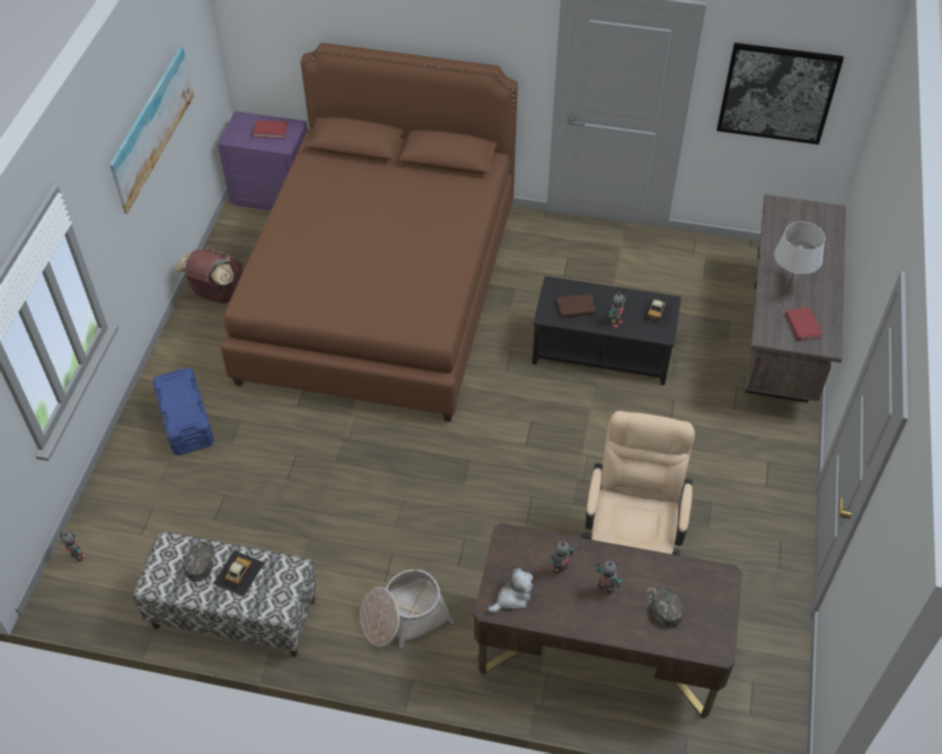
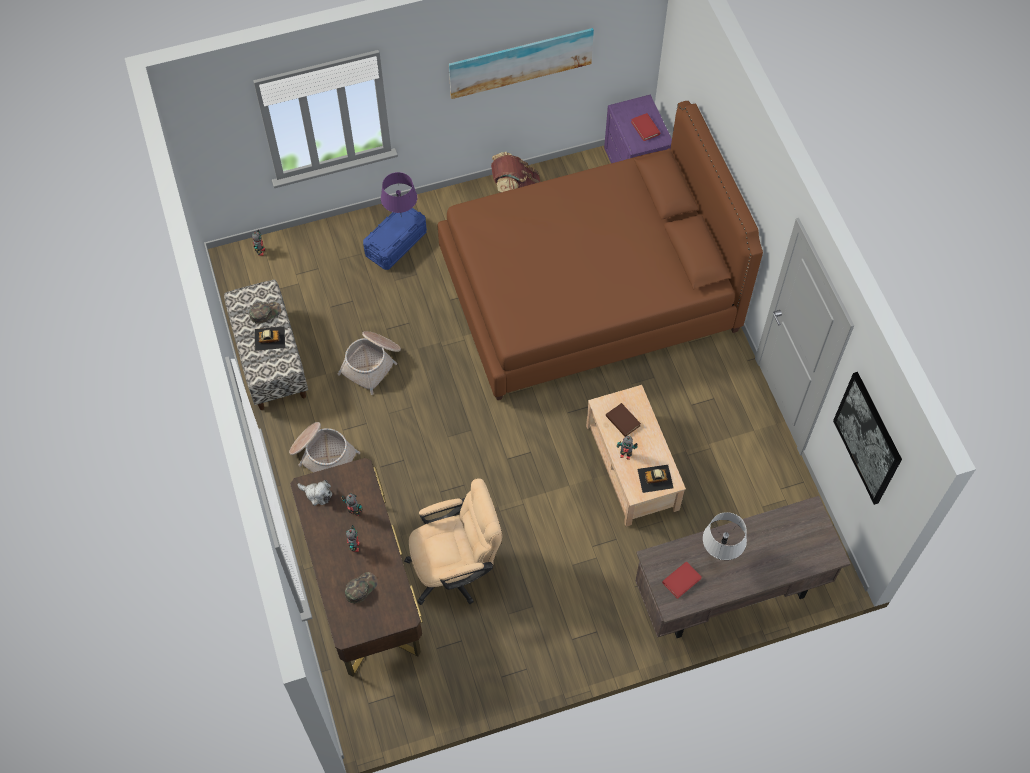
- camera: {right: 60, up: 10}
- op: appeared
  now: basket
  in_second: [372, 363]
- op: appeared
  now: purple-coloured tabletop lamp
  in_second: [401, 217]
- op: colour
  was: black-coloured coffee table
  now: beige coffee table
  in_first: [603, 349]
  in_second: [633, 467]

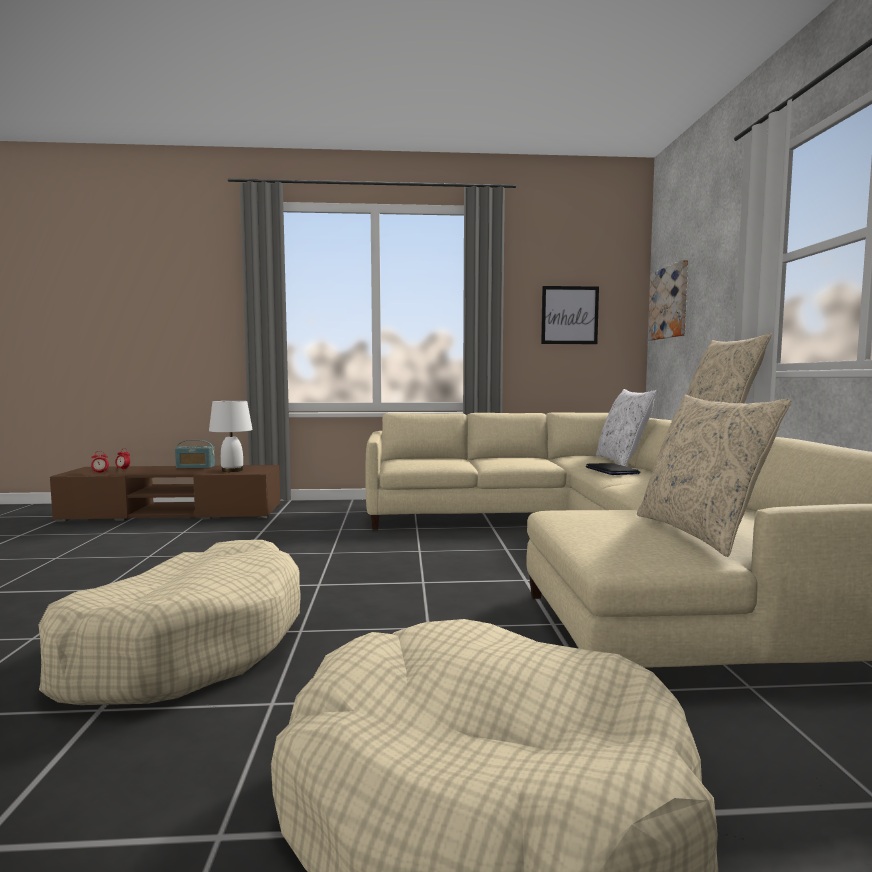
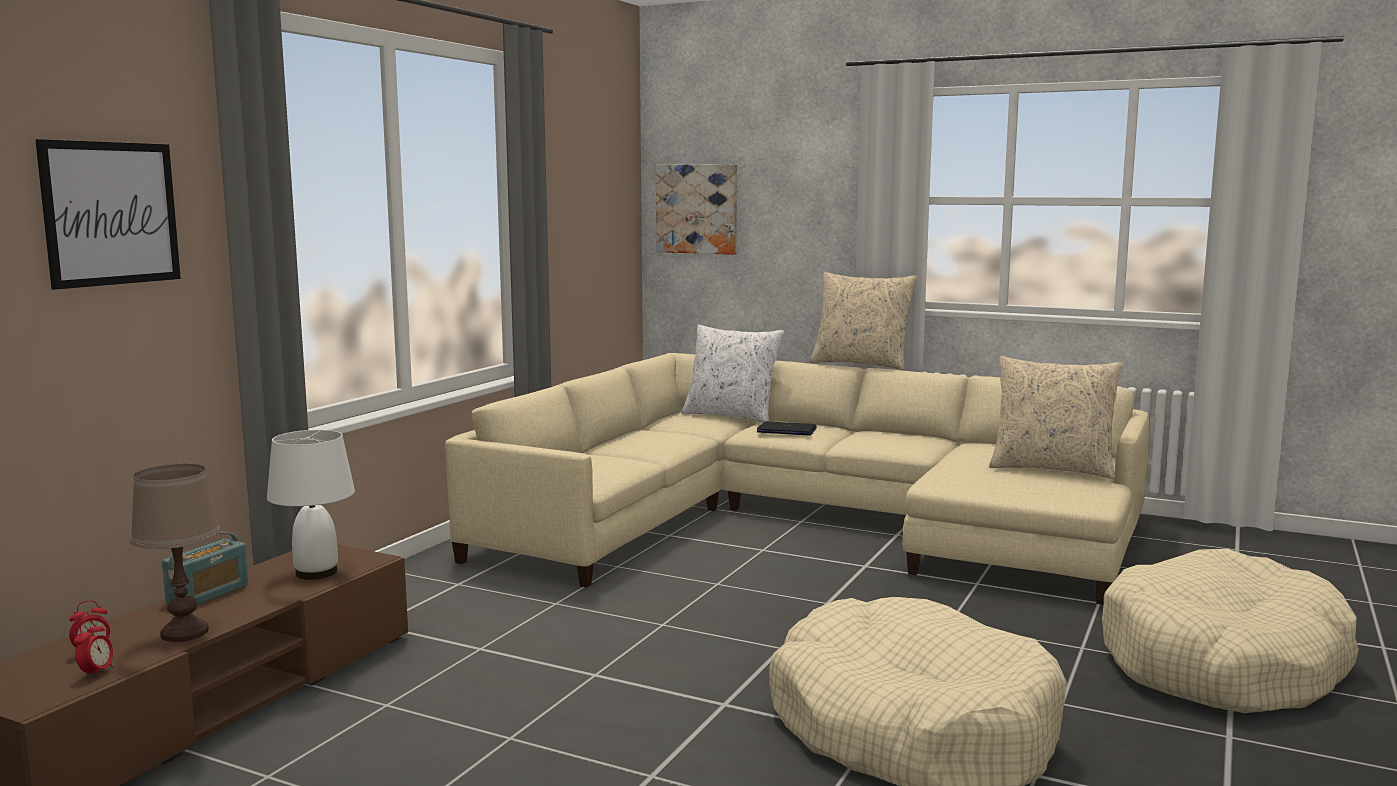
- camera: {right: -60, up: 5}
- op: appeared
  now: brownish tabletop lamp
  in_second: [184, 633]
- op: relocated
  was: wall art
  in_first: [569, 315]
  in_second: [111, 213]

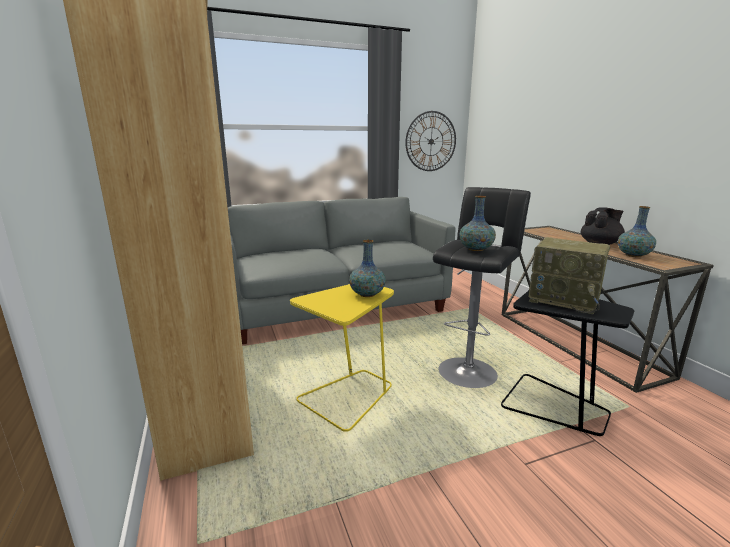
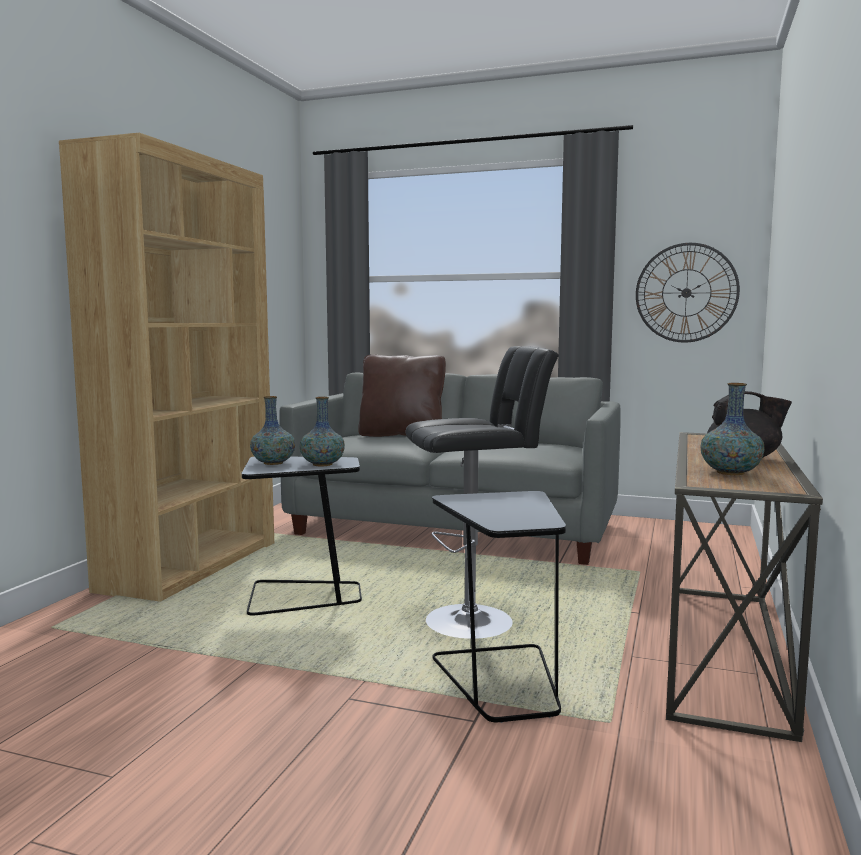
- camera: {right: 40, up: -10}
- op: missing
  was: radio receiver
  in_first: [565, 300]
- op: appeared
  now: brownish throw pillow
  in_second: [401, 435]
- op: relocated
  was: flower vase
  in_first: [476, 249]
  in_second: [273, 463]
- op: colour
  was: yellow accent table
  now: black-coloured accent table
  in_first: [348, 397]
  in_second: [302, 596]

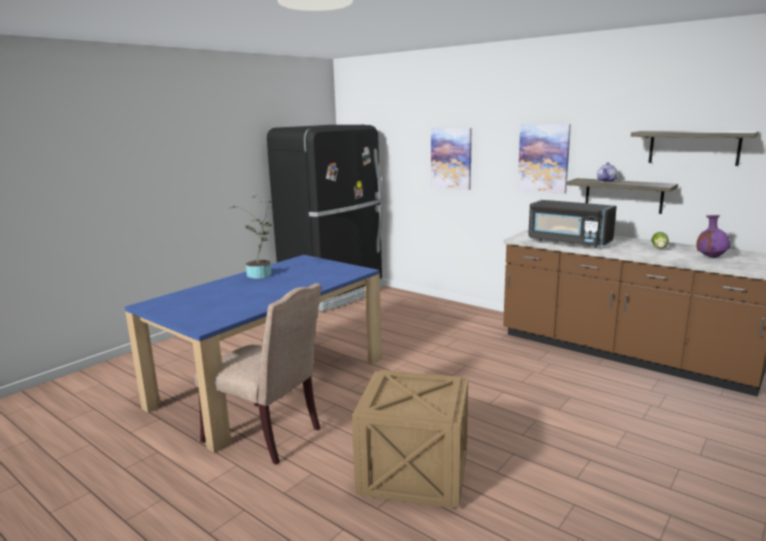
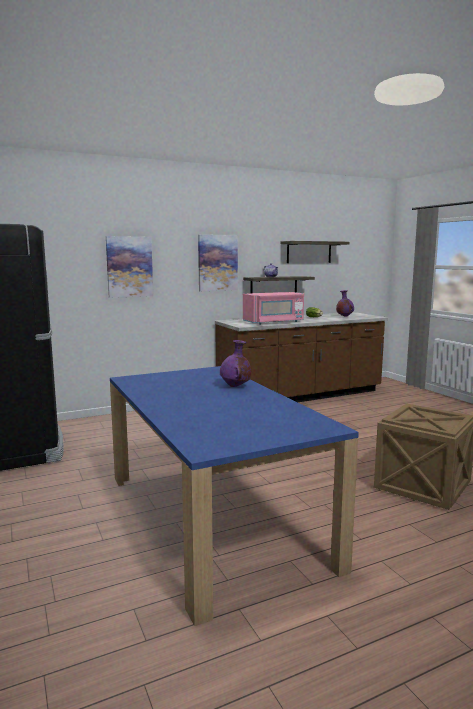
- camera: {right: -65, up: -5}
- op: missing
  was: beige chair
  in_first: [268, 435]
- op: missing
  was: potted plant
  in_first: [260, 275]
- op: appeared
  now: purple-coloured flower vase
  in_second: [235, 386]
- op: colour
  was: black-coloured kitchen microwave
  now: pink-coloured kitchen microwave
  in_first: [568, 242]
  in_second: [274, 322]

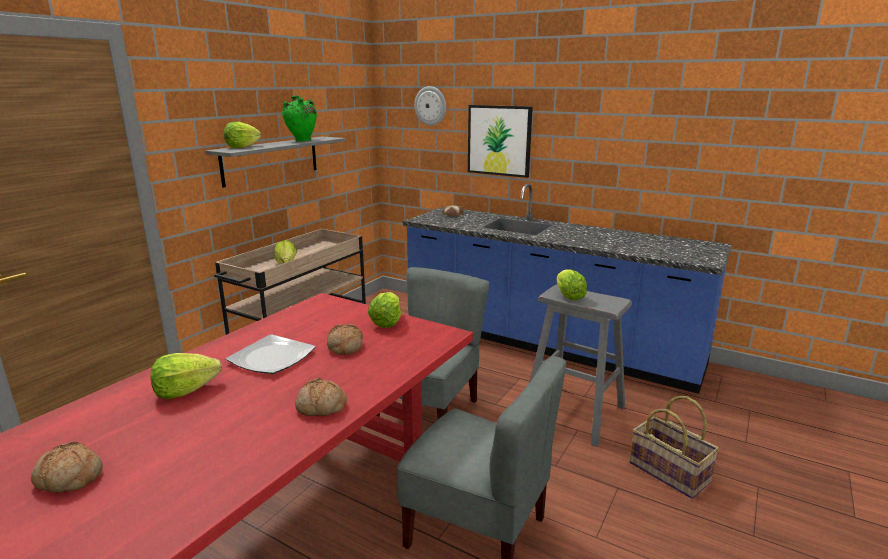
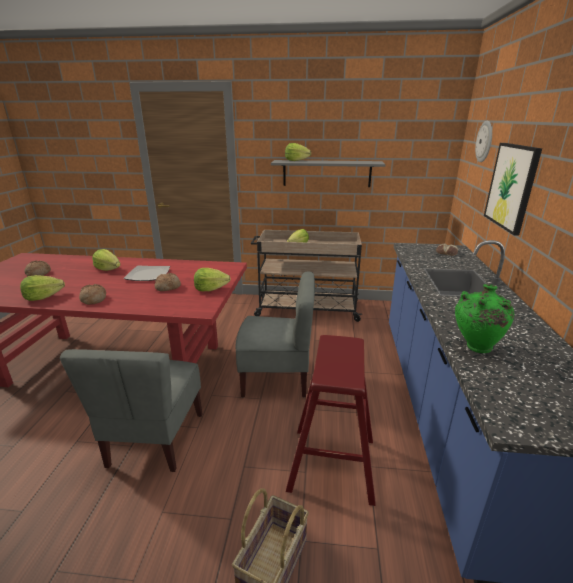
- camera: {right: 65, up: 5}
- op: relocated
  was: green flower vase
  in_first: [302, 141]
  in_second: [475, 348]
- op: relocated
  was: head of lettuce
  in_first: [568, 296]
  in_second: [43, 297]
- op: colour
  was: greyish stool seat
  now: red stool seat
  in_first: [574, 413]
  in_second: [332, 464]

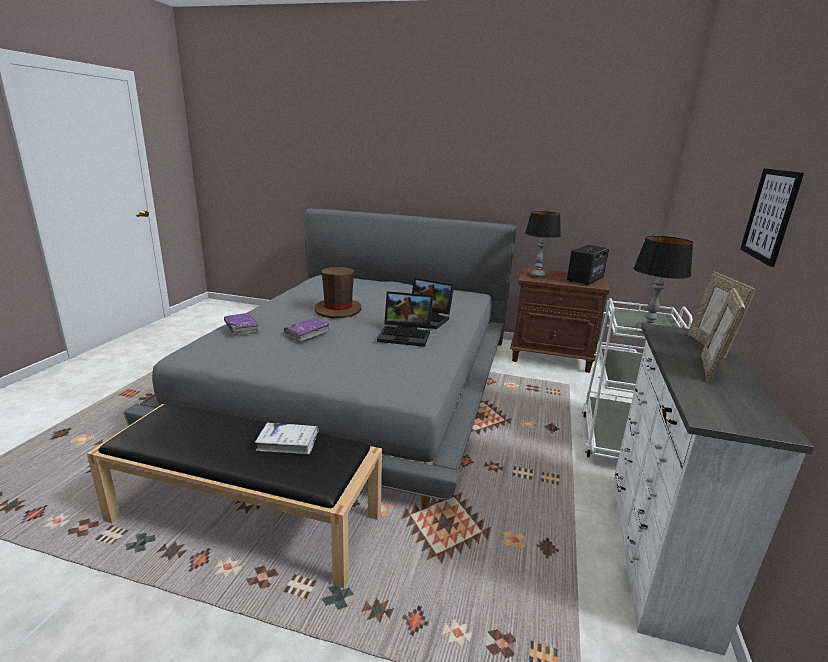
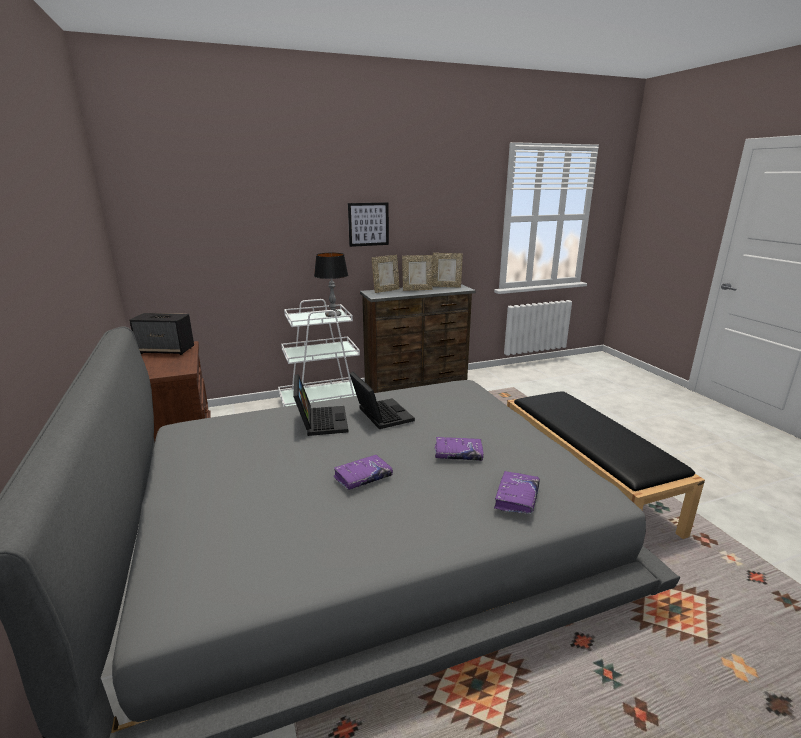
- camera: {right: -125, up: 0}
- op: missing
  was: white book
  in_first: [288, 443]
- op: missing
  was: tabletop lamp
  in_first: [537, 275]
- op: appeared
  now: picture frame
  in_second: [446, 286]
- op: exchanged
  was: brownish clothing hat
  now: purple-coloured book
  in_first: [338, 310]
  in_second: [363, 477]
- op: colour
  was: white dresser
  now: brownish dresser
  in_first: [654, 550]
  in_second: [417, 386]

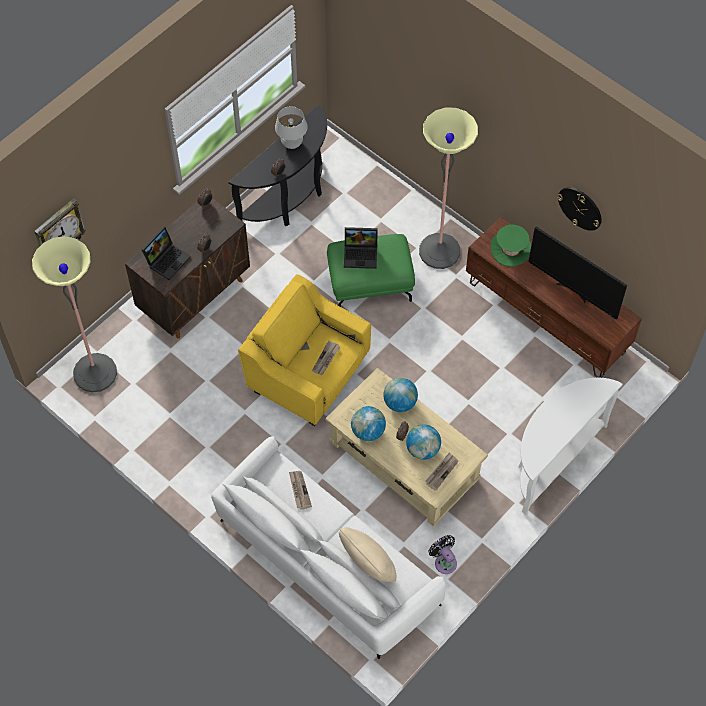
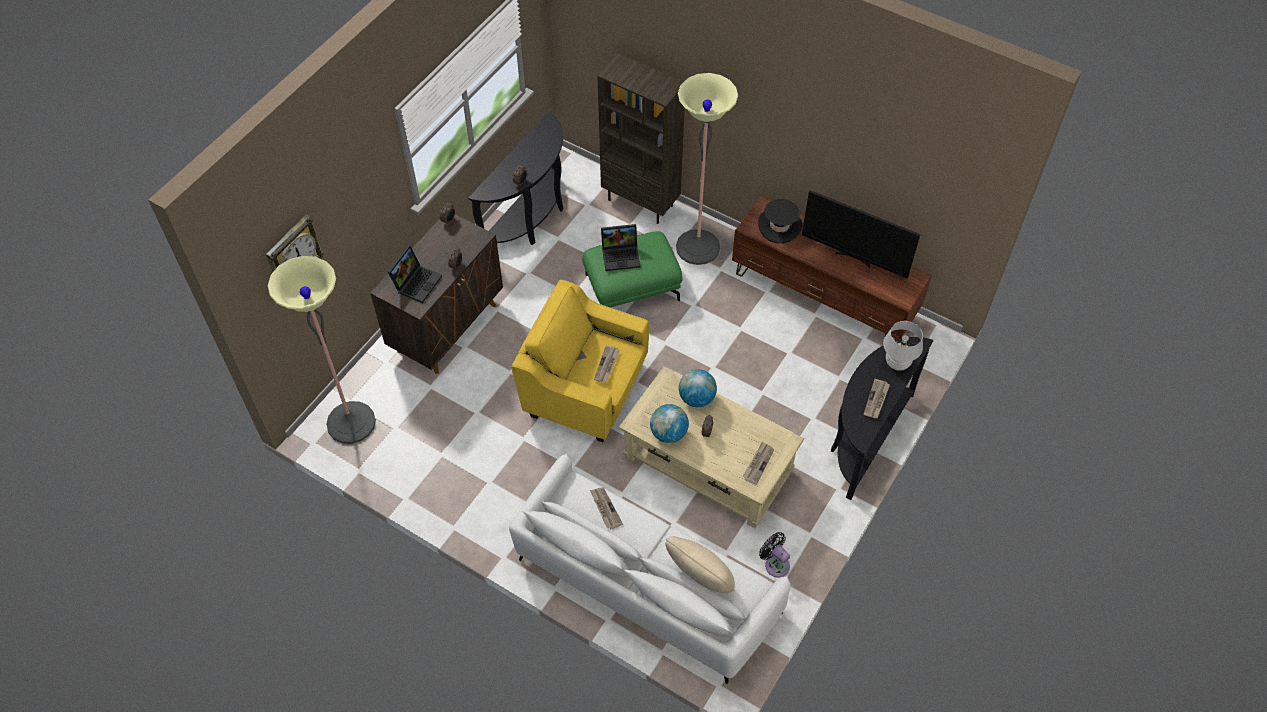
- camera: {right: -10, up: -5}
- op: missing
  was: world globe
  in_first: [423, 449]
- op: missing
  was: wall clock
  in_first: [580, 208]
- op: appeared
  now: brownish shelving unit
  in_second: [641, 202]
- op: appeared
  now: newspaper
  in_second: [876, 400]
- op: relocated
  was: white tabletop lamp
  in_first: [292, 143]
  in_second: [897, 363]
- op: colour
  was: green clothing hat
  now: black-coloured clothing hat
  in_first: [511, 249]
  in_second: [779, 226]
- op: colour
  was: white narrow table
  now: black-coloured narrow table
  in_first: [552, 459]
  in_second: [865, 437]

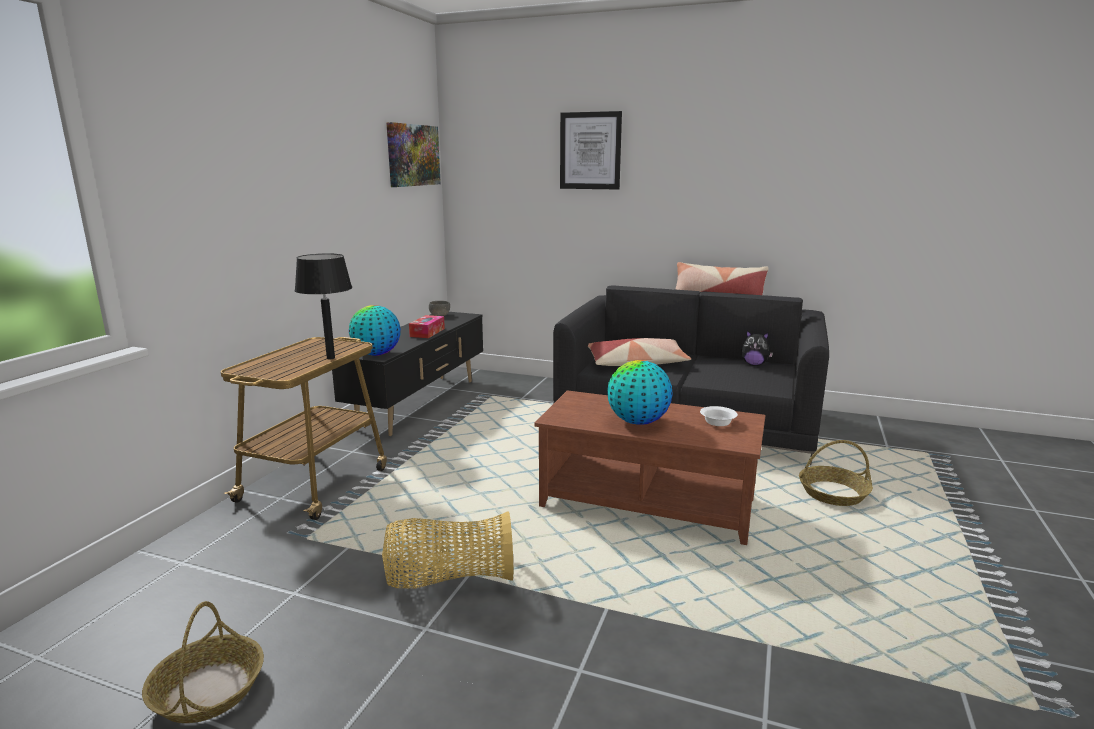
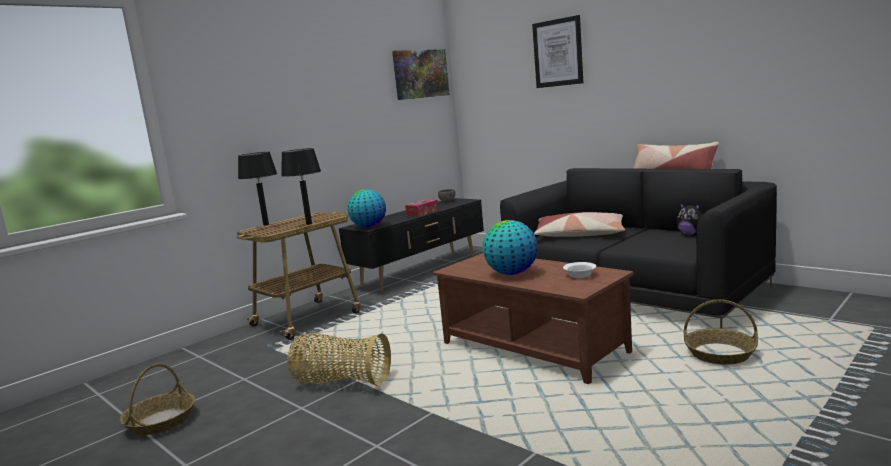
- camera: {right: 25, up: -5}
- op: appeared
  now: black-coloured tabletop lamp
  in_second: [266, 224]

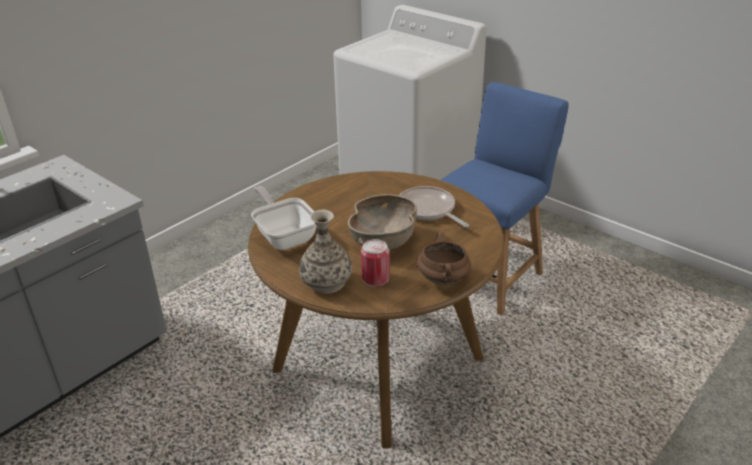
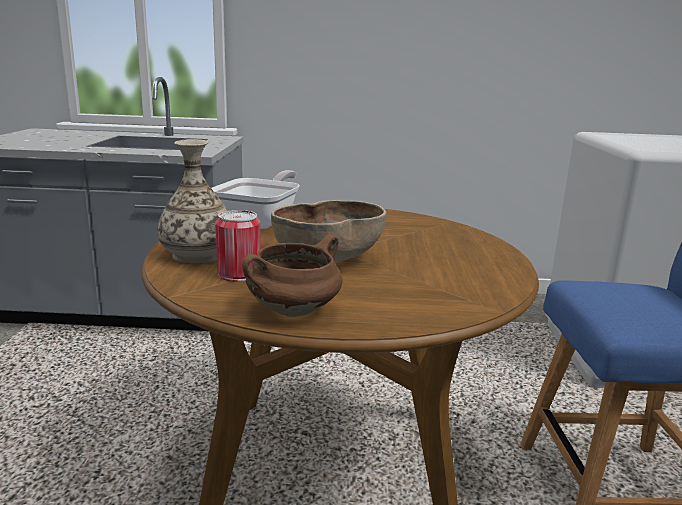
- camera: {right: 50, up: -15}
- op: missing
  was: pan
  in_first: [428, 210]

